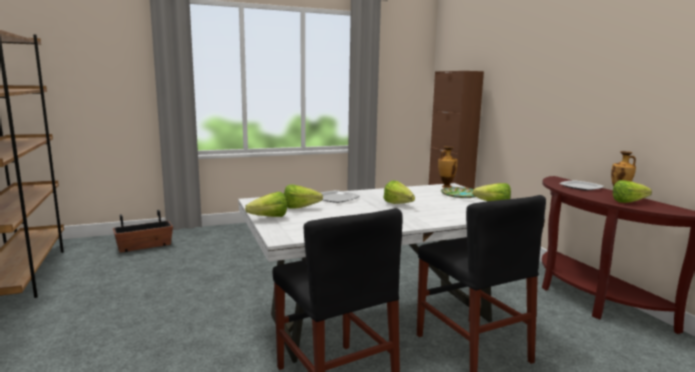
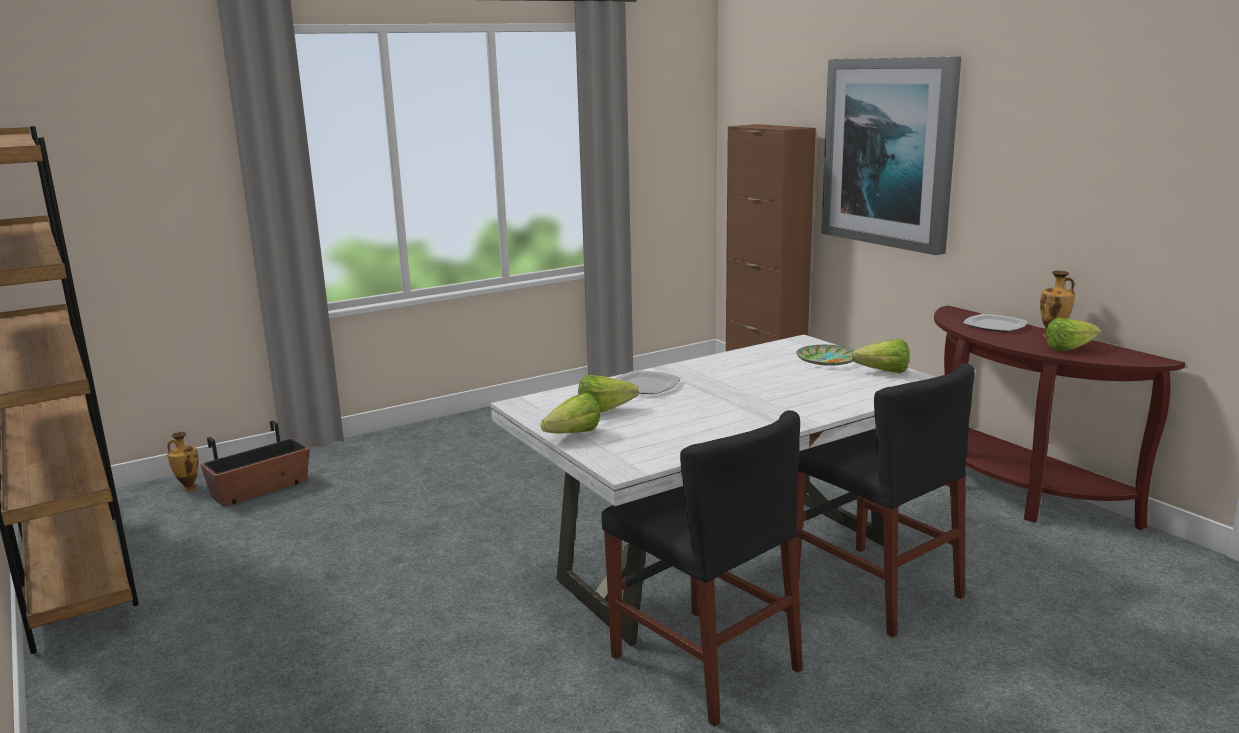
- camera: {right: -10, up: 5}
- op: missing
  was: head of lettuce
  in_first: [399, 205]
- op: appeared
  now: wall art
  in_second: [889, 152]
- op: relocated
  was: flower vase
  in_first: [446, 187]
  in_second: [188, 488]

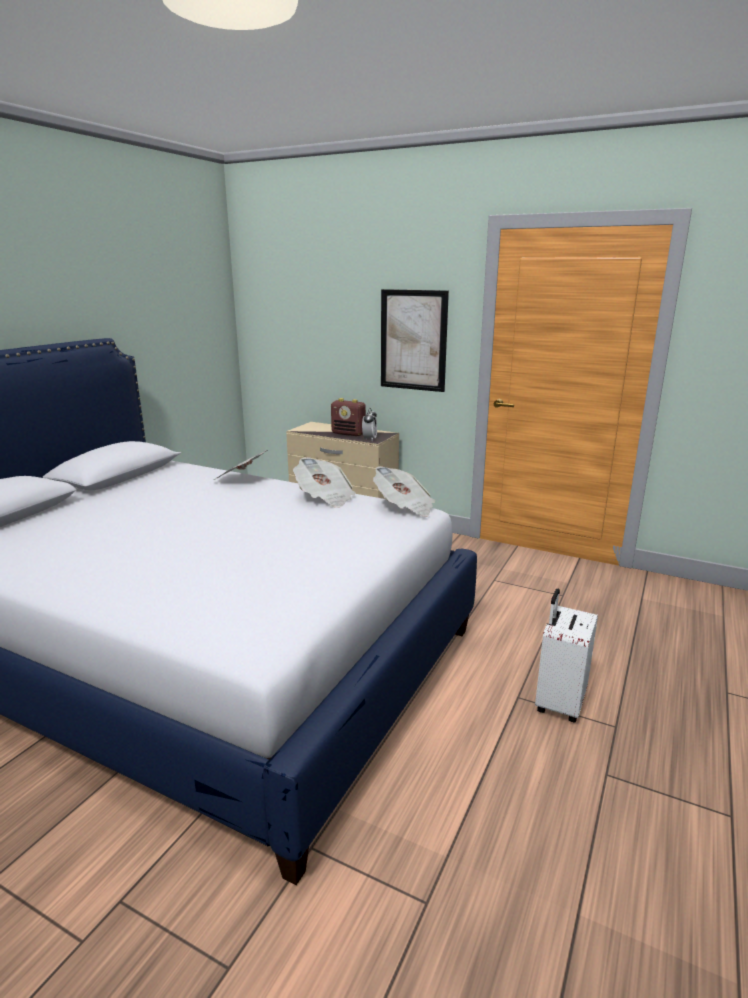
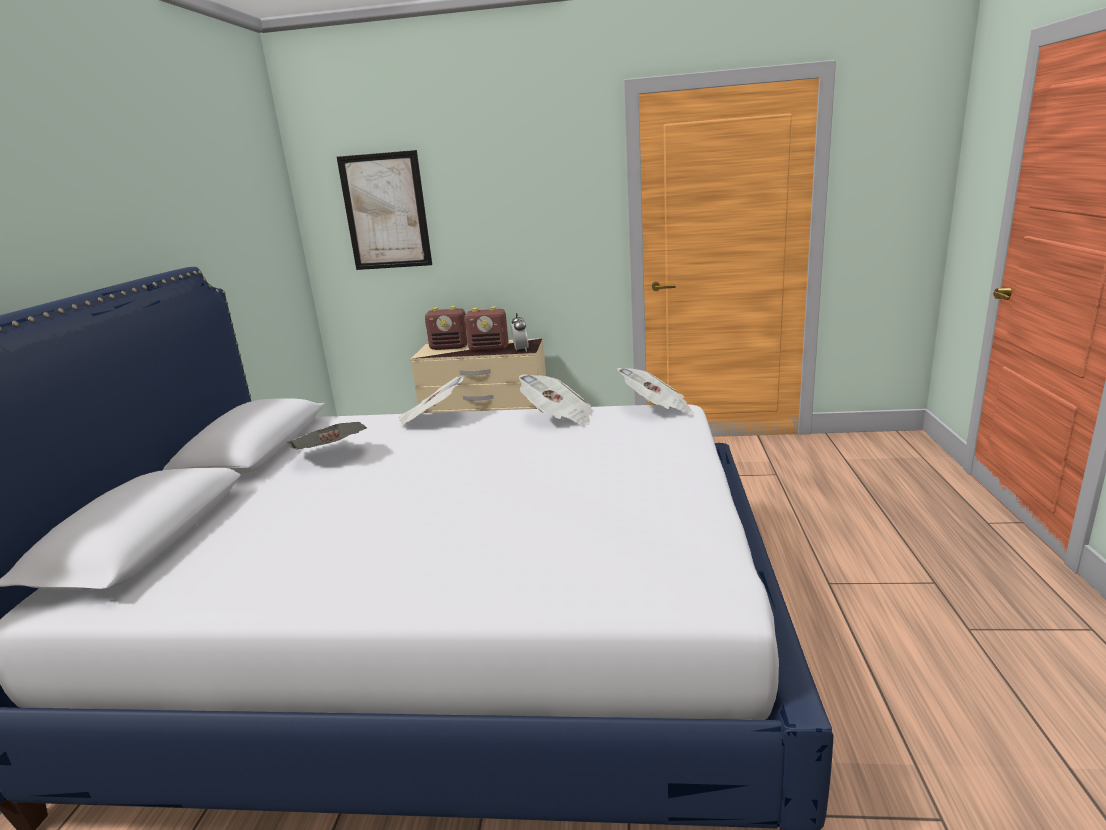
- camera: {right: -20, up: 0}
- op: missing
  was: white piece of luggage
  in_first: [558, 703]
- op: appeared
  now: newspaper
  in_second: [331, 456]
- op: appeared
  now: radio receiver
  in_second: [449, 347]
- op: relocated
  was: wall art
  in_first: [413, 340]
  in_second: [386, 211]

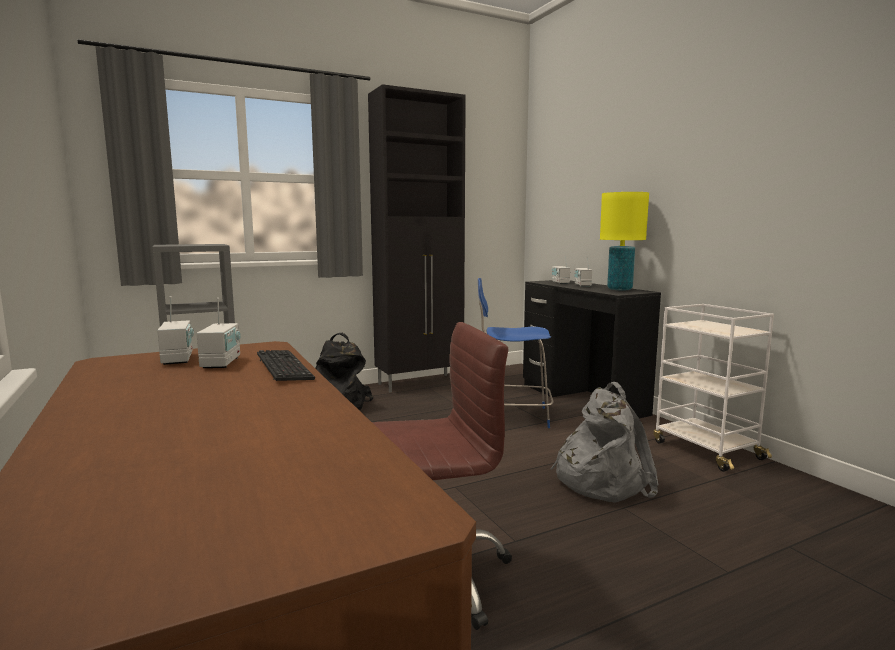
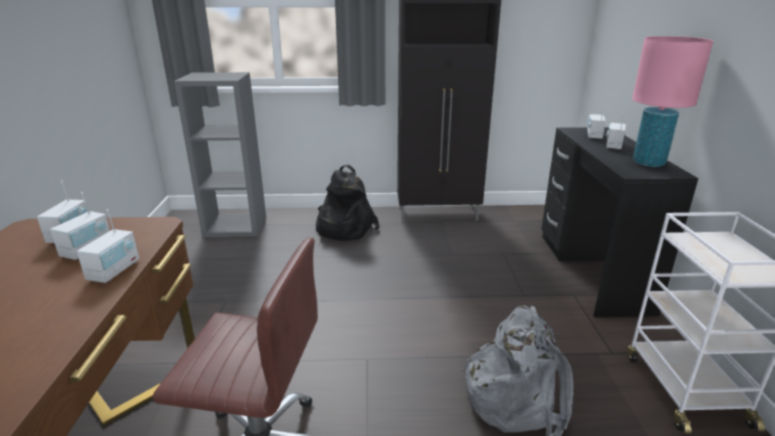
- camera: {right: 25, up: 15}
- op: missing
  was: bluish chair
  in_first: [514, 416]
- op: exchanged
  was: PC keyboard
  now: radio receiver
  in_first: [283, 367]
  in_second: [114, 271]
- op: colour
  was: yellow tabletop lamp
  now: pink-coloured tabletop lamp
  in_first: [619, 289]
  in_second: [648, 163]

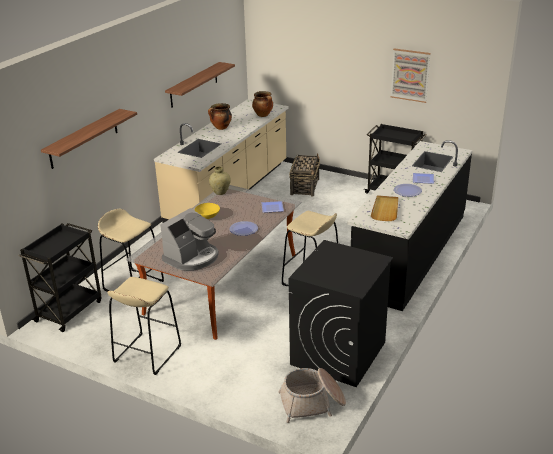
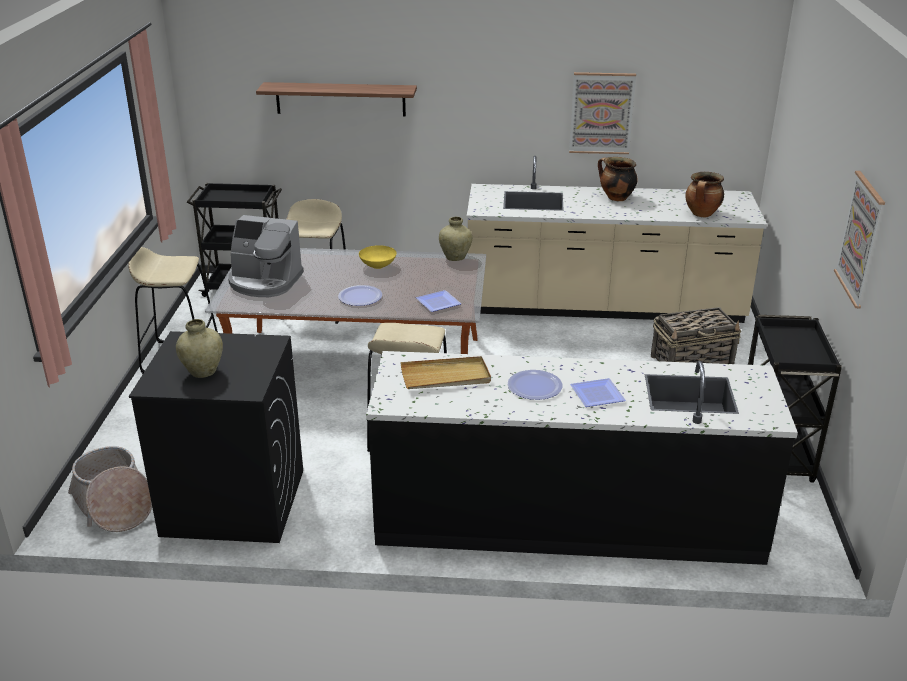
- camera: {right: 65, up: 0}
- op: appeared
  now: beige flower vase
  in_second: [203, 371]
- op: exchanged
  was: wall shelf
  now: wall art
  in_first: [194, 85]
  in_second: [601, 113]

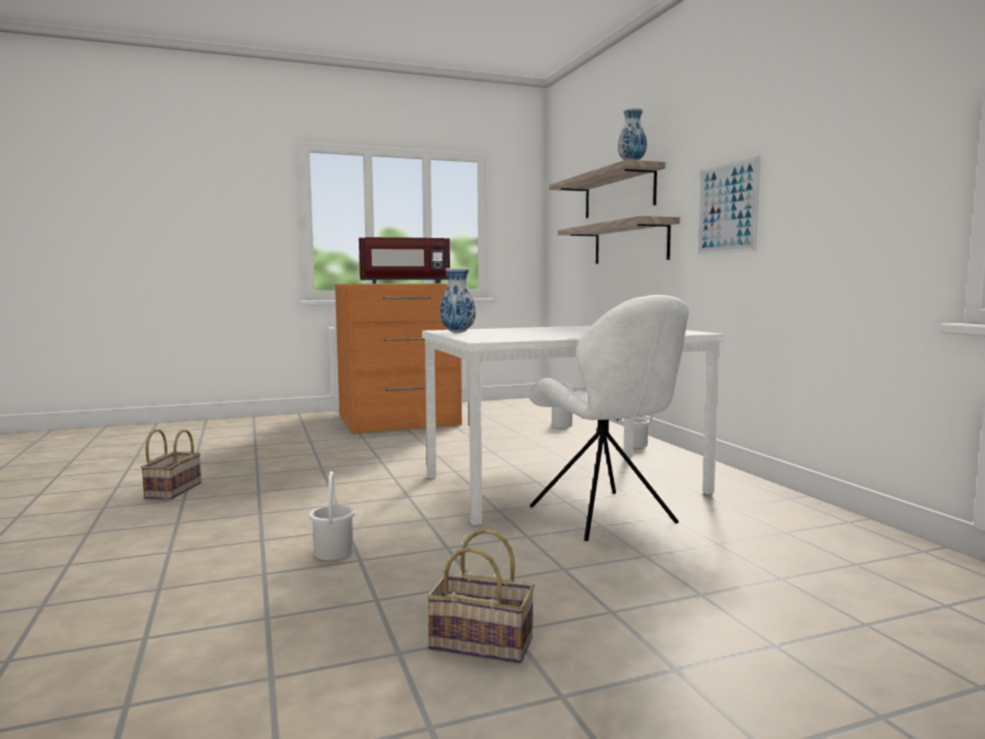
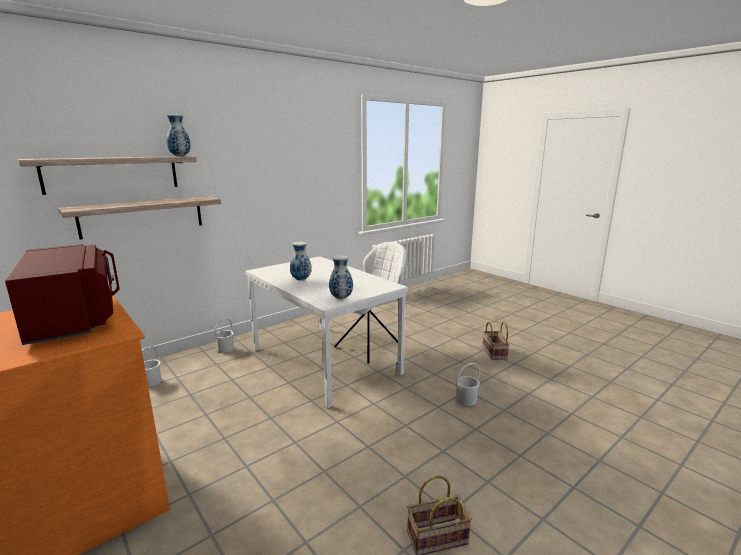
- camera: {right: -110, up: 10}
- op: missing
  was: wall art
  in_first: [727, 208]
- op: appeared
  now: flower vase
  in_second: [300, 279]

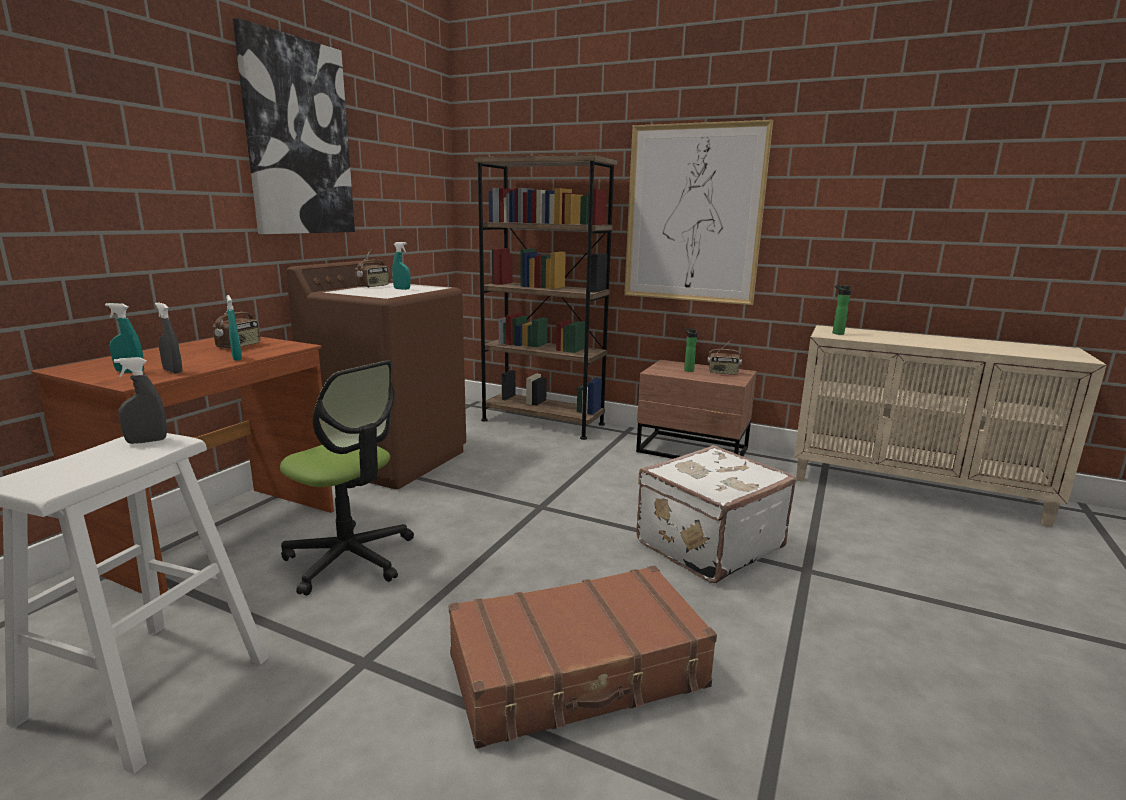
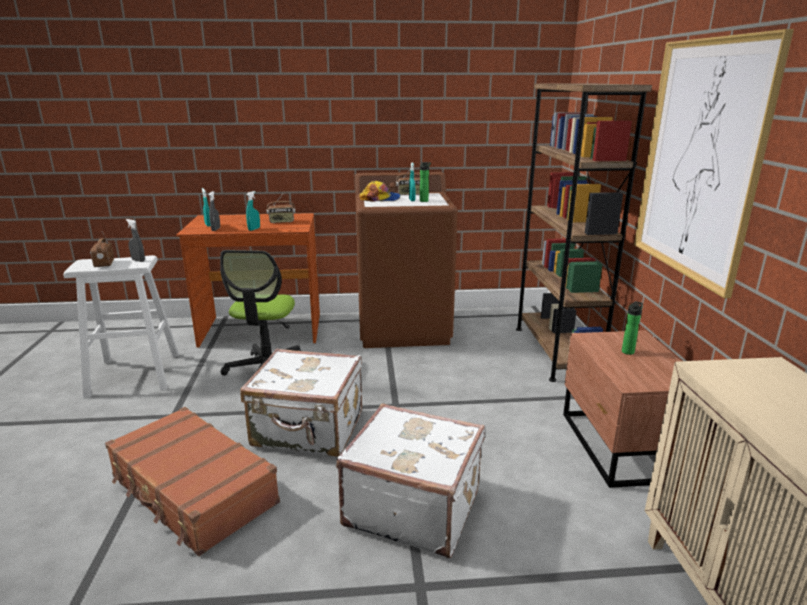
- camera: {right: 60, up: 5}
- op: missing
  was: wall art
  in_first: [298, 138]
- op: appeared
  now: white piece of luggage
  in_second: [308, 430]
- op: appeared
  now: cap
  in_second: [380, 199]
- op: relocated
  was: radio receiver
  in_first: [723, 373]
  in_second: [104, 264]
- op: relocated
  was: bottle
  in_first: [836, 333]
  in_second: [424, 201]

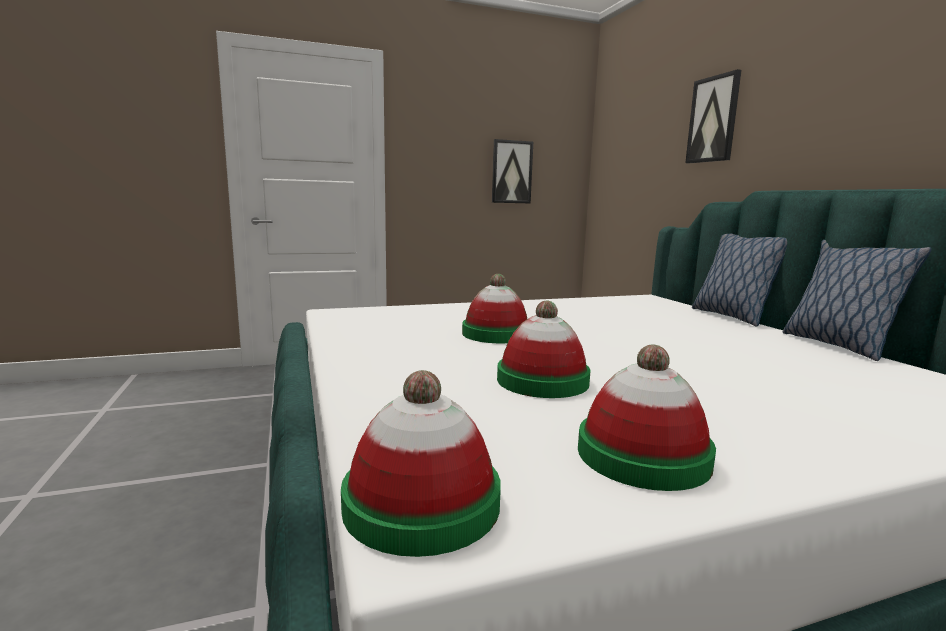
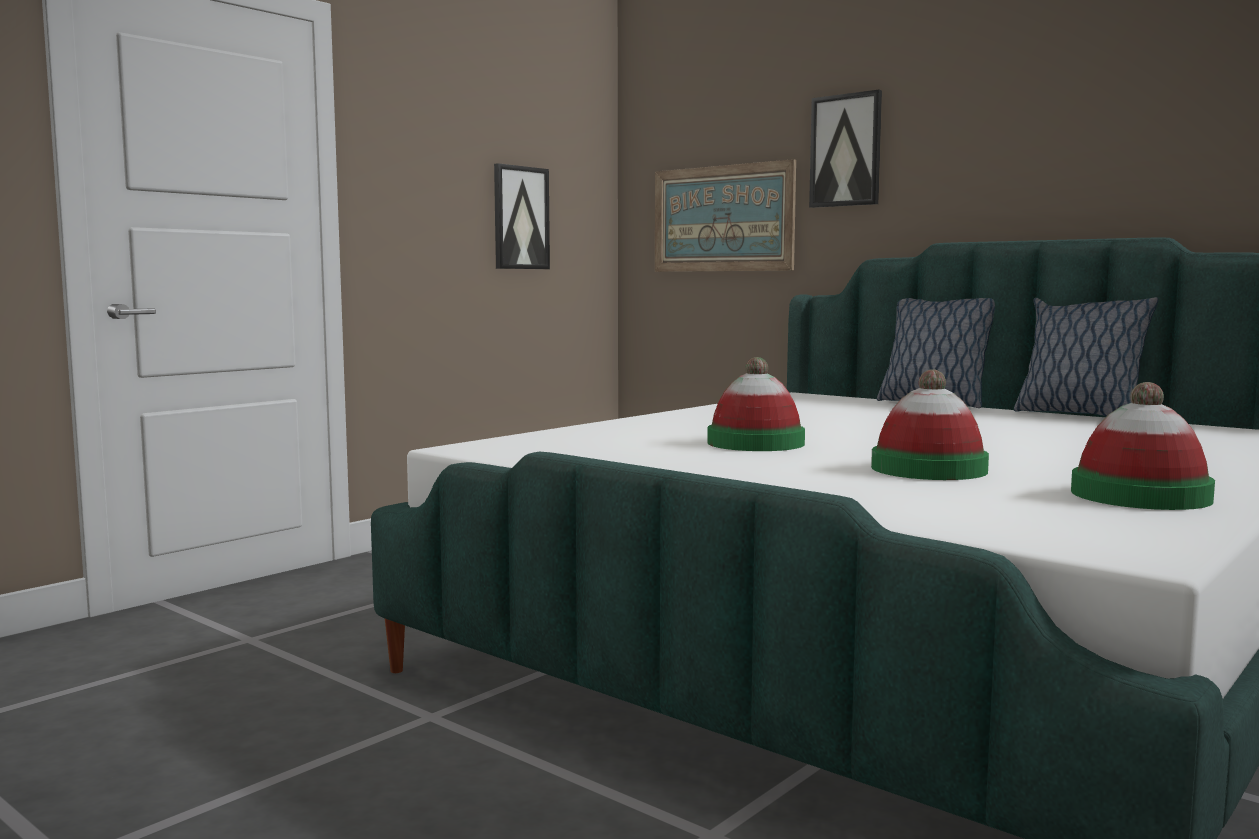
- camera: {right: -30, up: -5}
- op: missing
  was: clothing hat
  in_first: [421, 504]
- op: appeared
  now: wall art
  in_second: [722, 219]

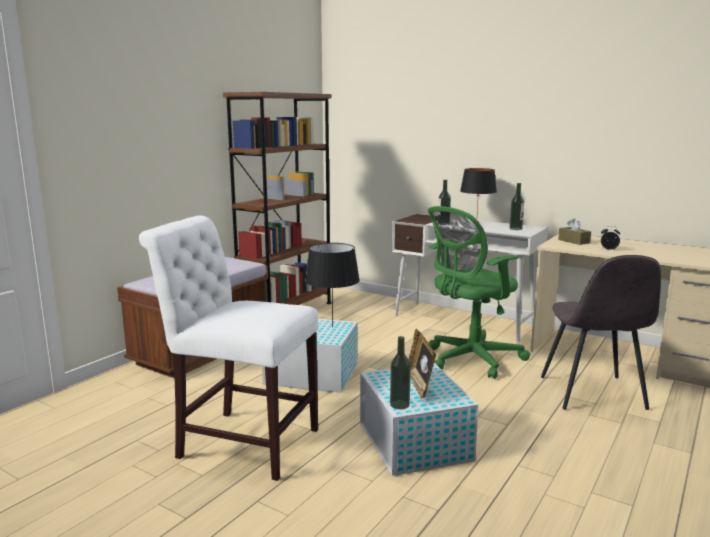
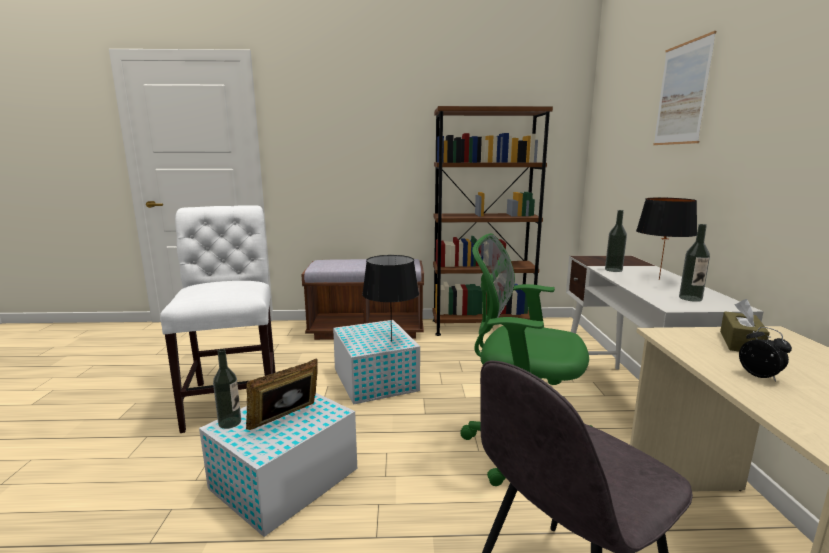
- camera: {right: 55, up: 0}
- op: appeared
  now: wall art
  in_second: [682, 94]

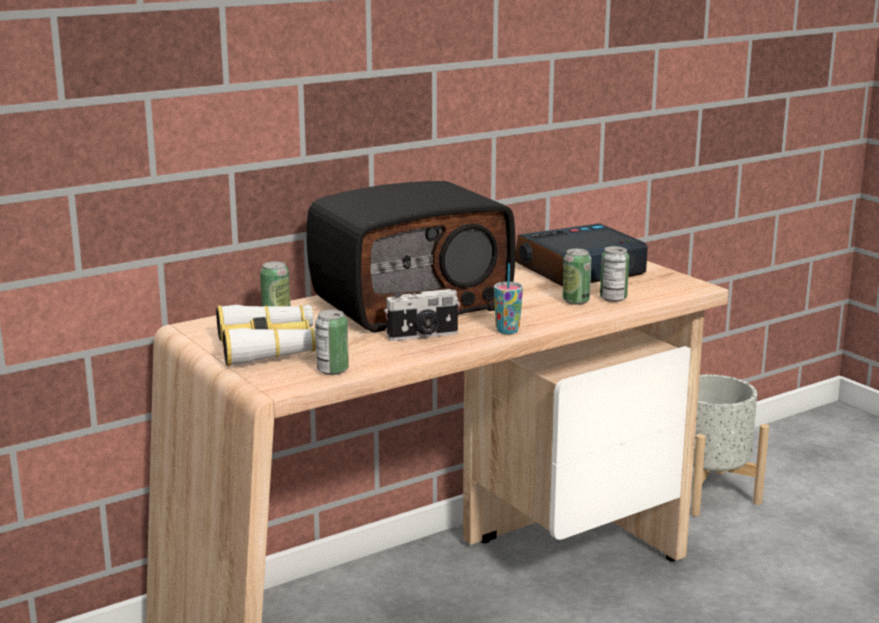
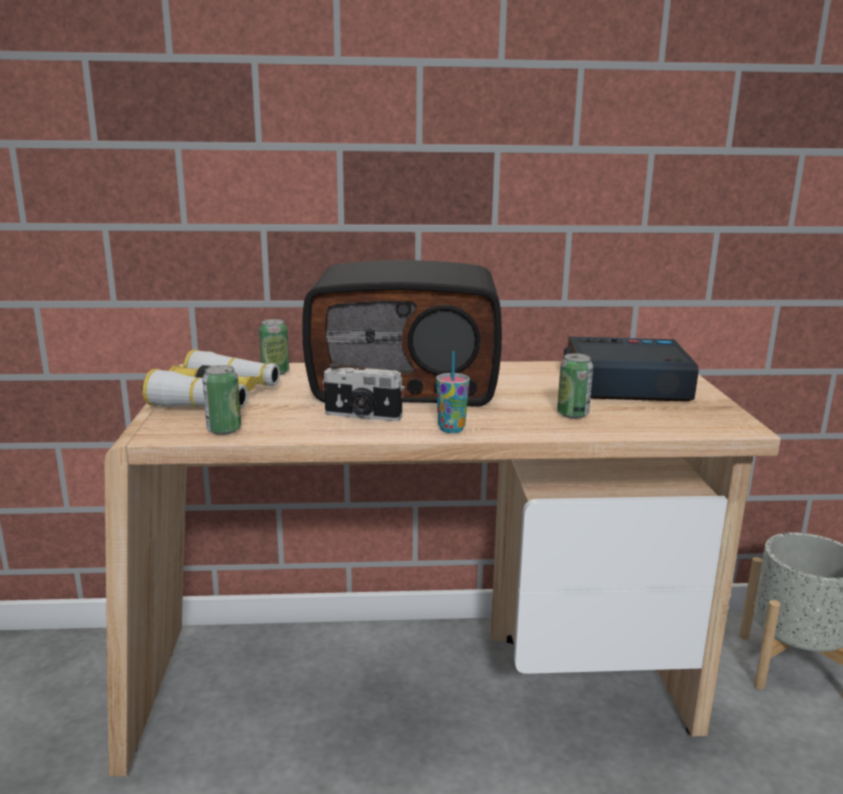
- camera: {right: 30, up: 0}
- op: missing
  was: sealed can
  in_first: [613, 298]

